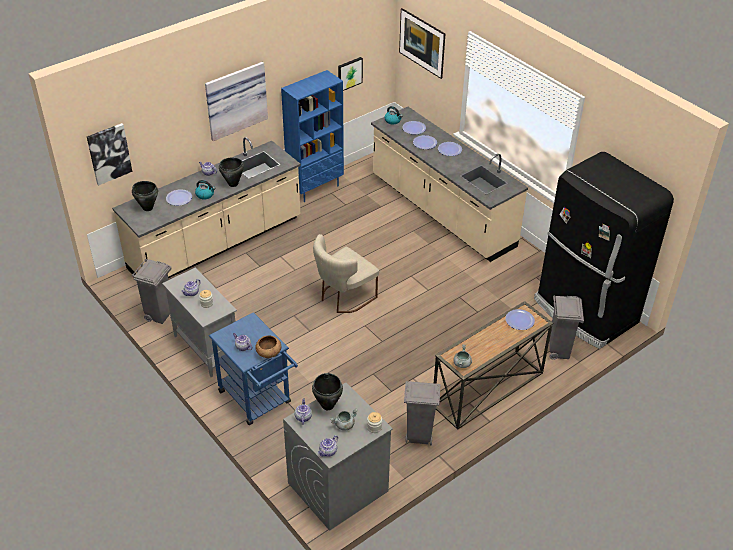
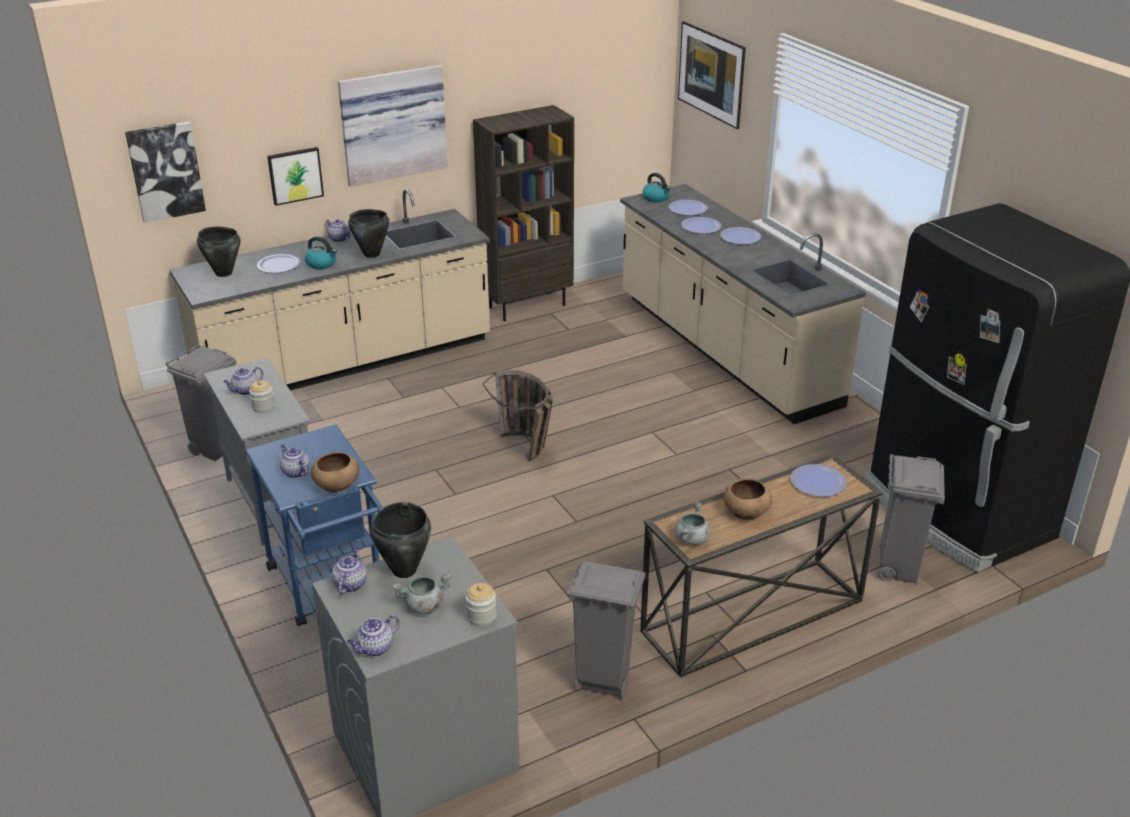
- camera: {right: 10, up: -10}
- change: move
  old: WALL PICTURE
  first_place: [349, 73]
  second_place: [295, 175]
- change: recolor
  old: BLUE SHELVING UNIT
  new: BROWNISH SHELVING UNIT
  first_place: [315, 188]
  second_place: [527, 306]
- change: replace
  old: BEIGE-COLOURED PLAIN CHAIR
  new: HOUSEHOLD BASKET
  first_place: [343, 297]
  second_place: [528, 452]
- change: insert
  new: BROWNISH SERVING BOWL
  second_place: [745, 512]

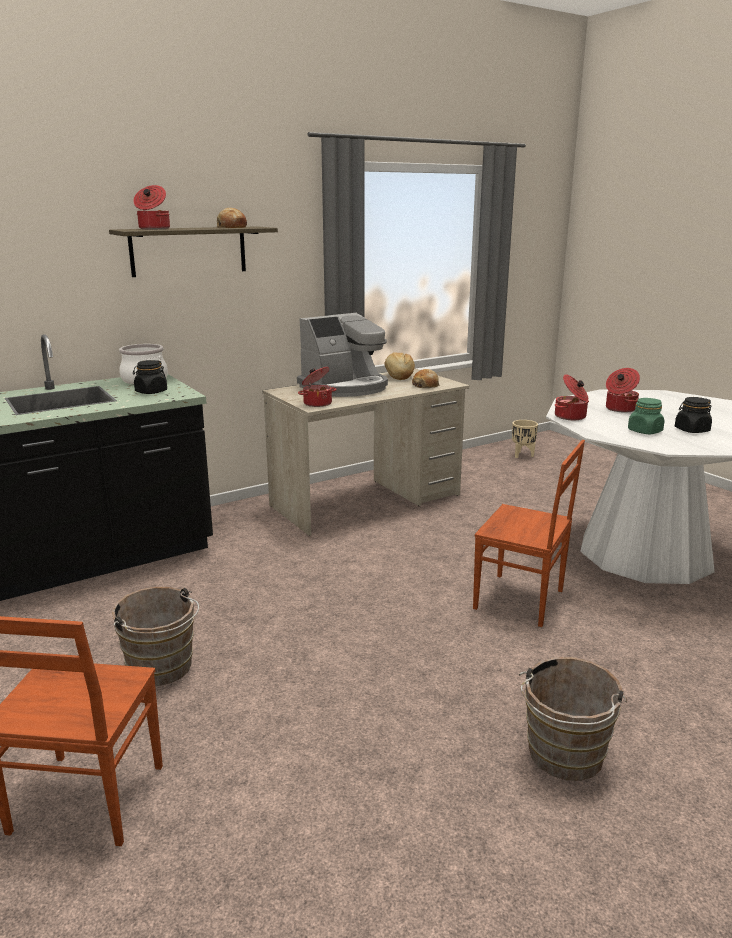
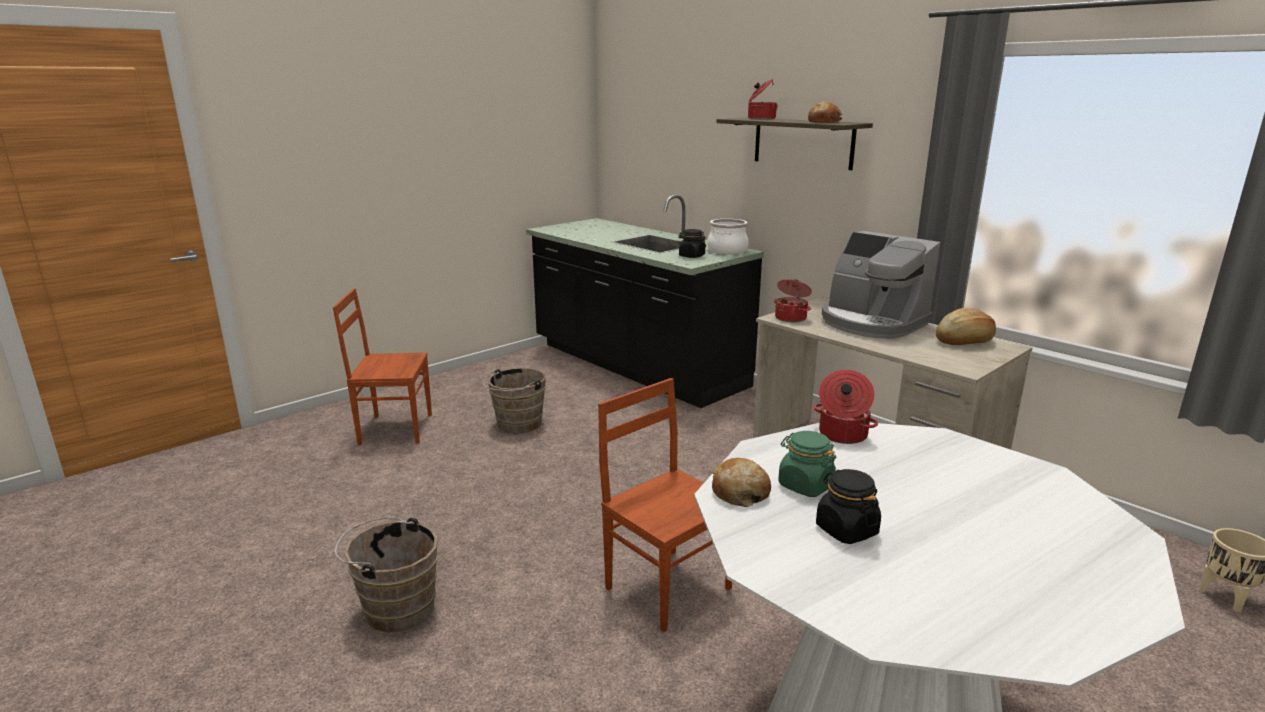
- camera: {right: 80, up: 0}
- change: delete
  old: SAUCEPOT
  first_place: [620, 409]
- change: move
  old: BREAD
  first_place: [425, 385]
  second_place: [740, 492]
- change: rotate
  old: BROWNISH PLAIN CHAIR
  first_place: [520, 600]
  second_place: [668, 586]
  degrees: 120

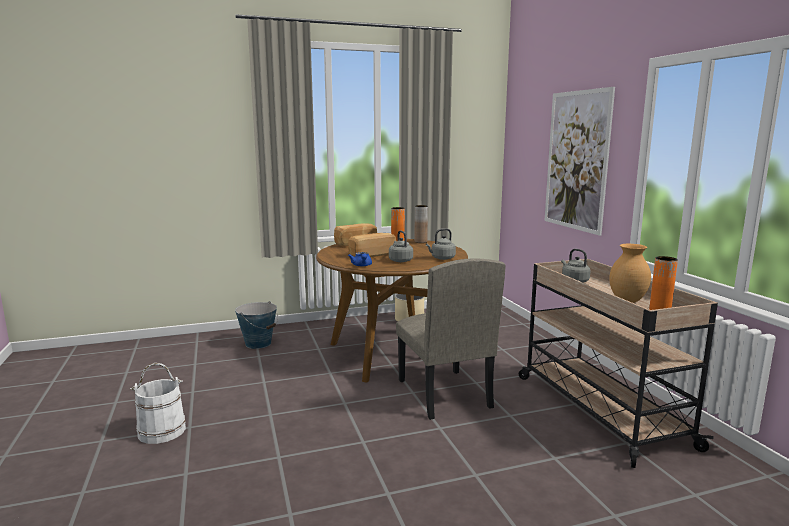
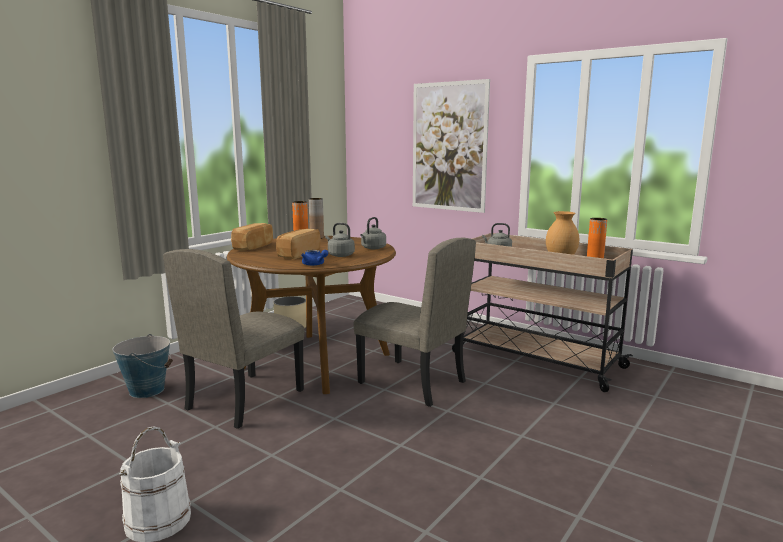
- camera: {right: -35, up: 0}
- change: insert
  new: BEIGE-COLOURED PLAIN CHAIR
  second_place: [245, 399]

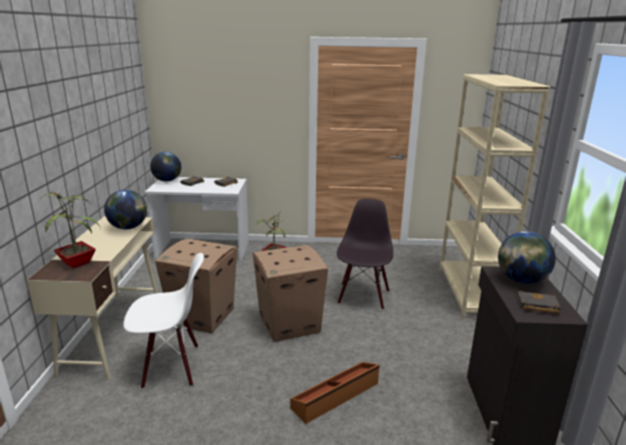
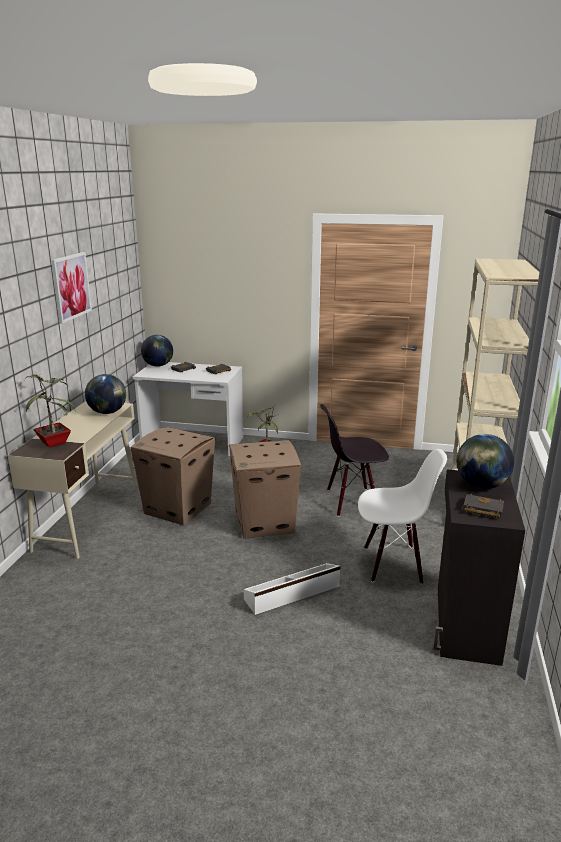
- camera: {right: 10, up: 0}
- change: rotate
  old: BLACK PLAIN CHAIR
  first_place: [362, 296]
  second_place: [352, 501]
  degrees: -120
- change: move
  old: WHITE PLAIN CHAIR
  first_place: [171, 367]
  second_place: [393, 564]
- change: recolor
  old: BROWNISH STORAGE BOX
  new: WHITE STORAGE BOX
  first_place: [336, 396]
  second_place: [293, 593]
- change: insert
  new: WALL PICTURE
  second_place: [71, 286]

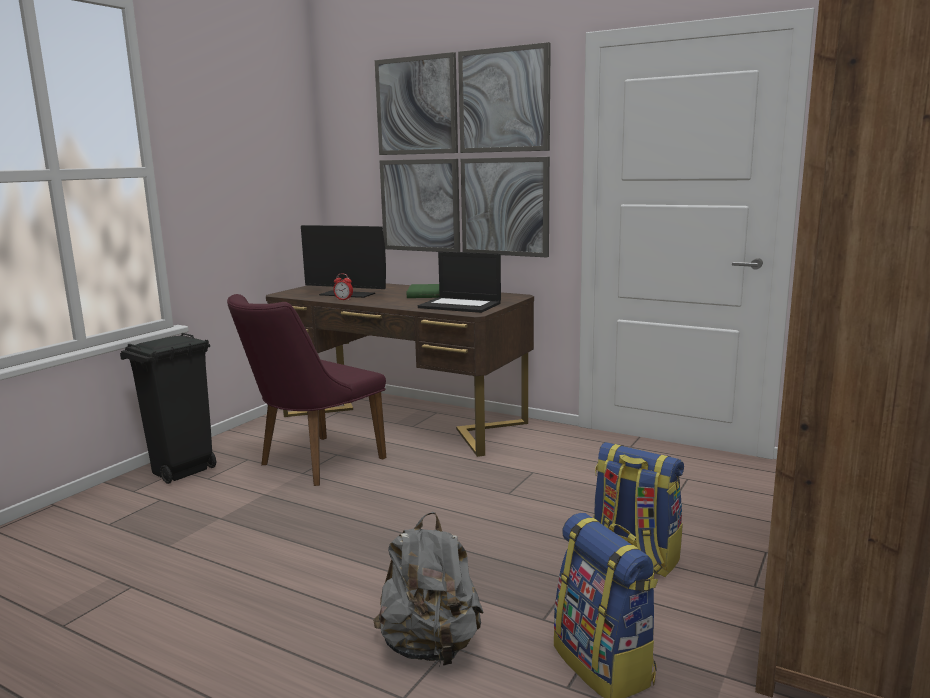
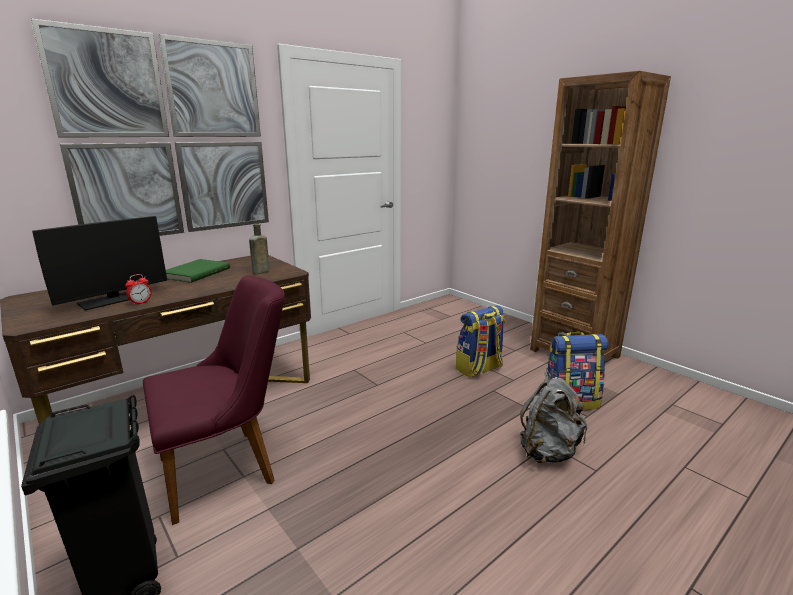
- camera: {right: -70, up: 5}
- change: replace
  old: LAPTOP
  new: BROWNISH DRINK BOTTLE
  first_place: [461, 305]
  second_place: [260, 272]
- change: rotate
  old: PURPLISH PLAIN CHAIR
  first_place: [312, 464]
  second_place: [229, 467]
  degrees: -90

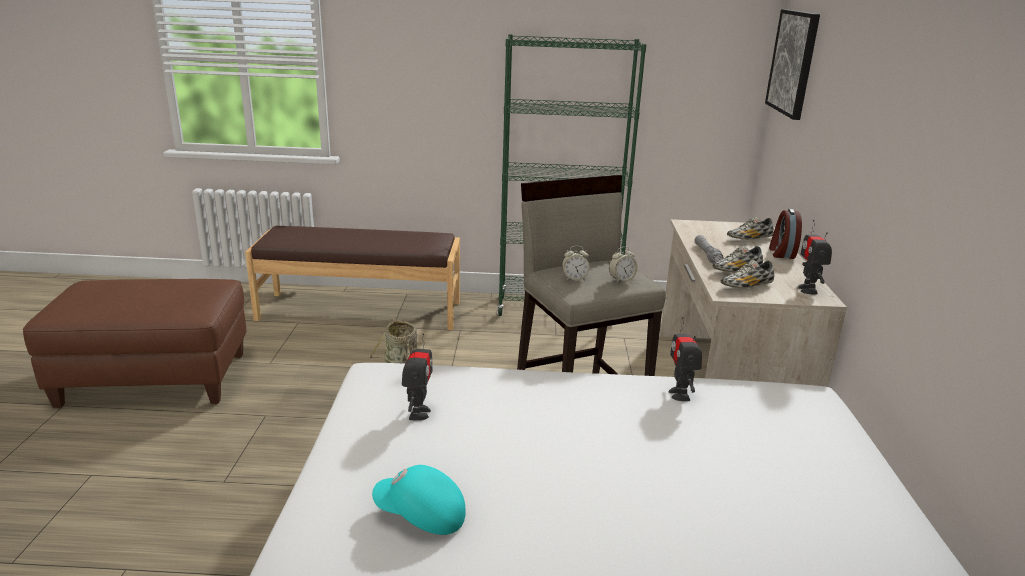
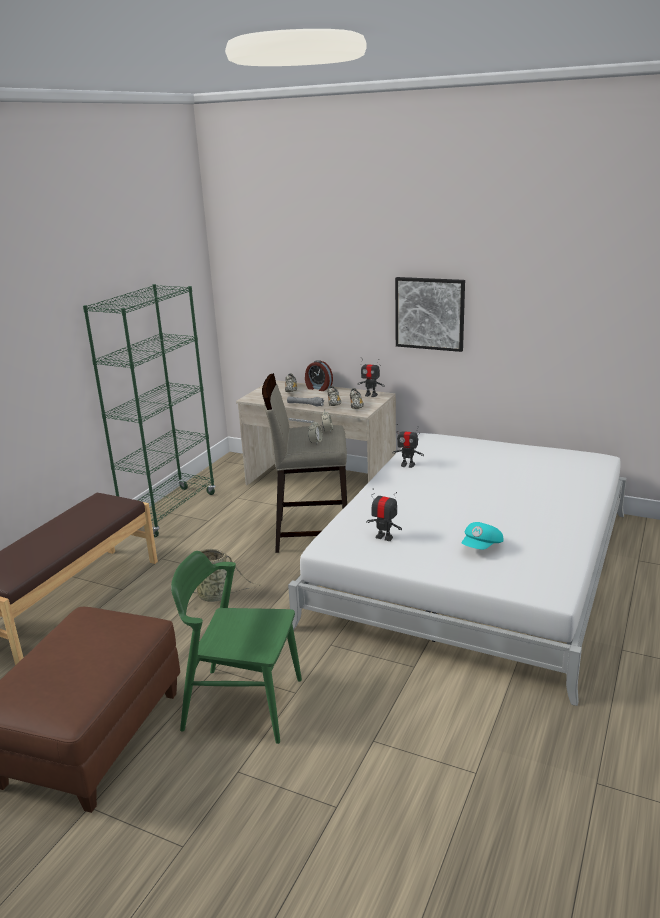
- camera: {right: -65, up: 0}
- change: move
  old: WALL PICTURE
  first_place: [793, 62]
  second_place: [430, 313]
- change: insert
  new: GREENISH PLAIN CHAIR
  second_place: [242, 704]

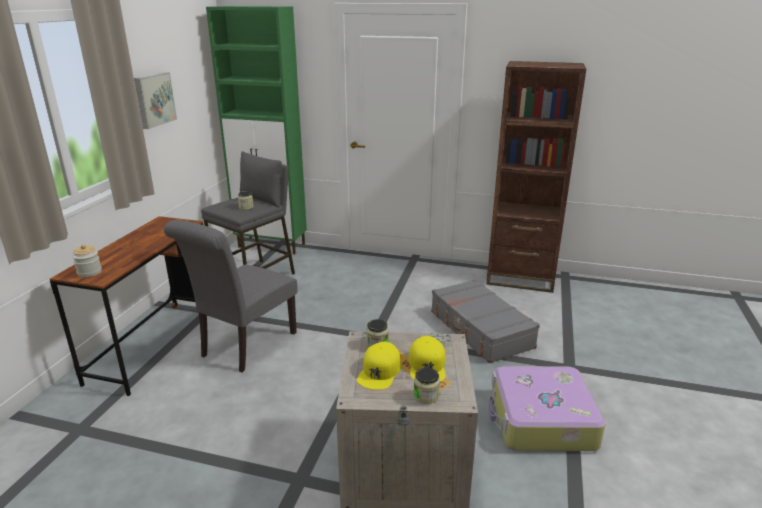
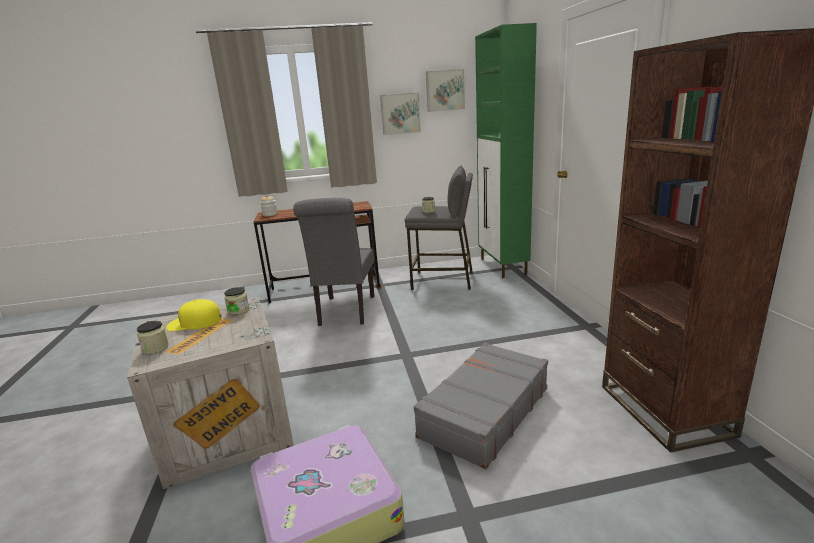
- camera: {right: 65, up: -5}
- change: rotate
  old: GRAY PLAIN CHAIR
  first_place: [244, 346]
  second_place: [345, 312]
  degrees: -90
- change: delete
  old: YELLOW CAP
  first_place: [427, 365]
- change: insert
  new: WALL PICTURE
  second_place: [444, 90]

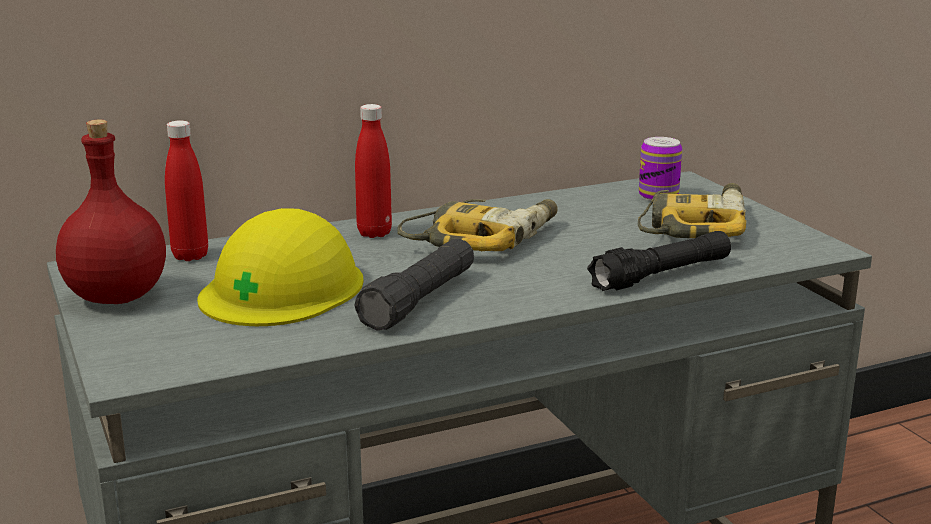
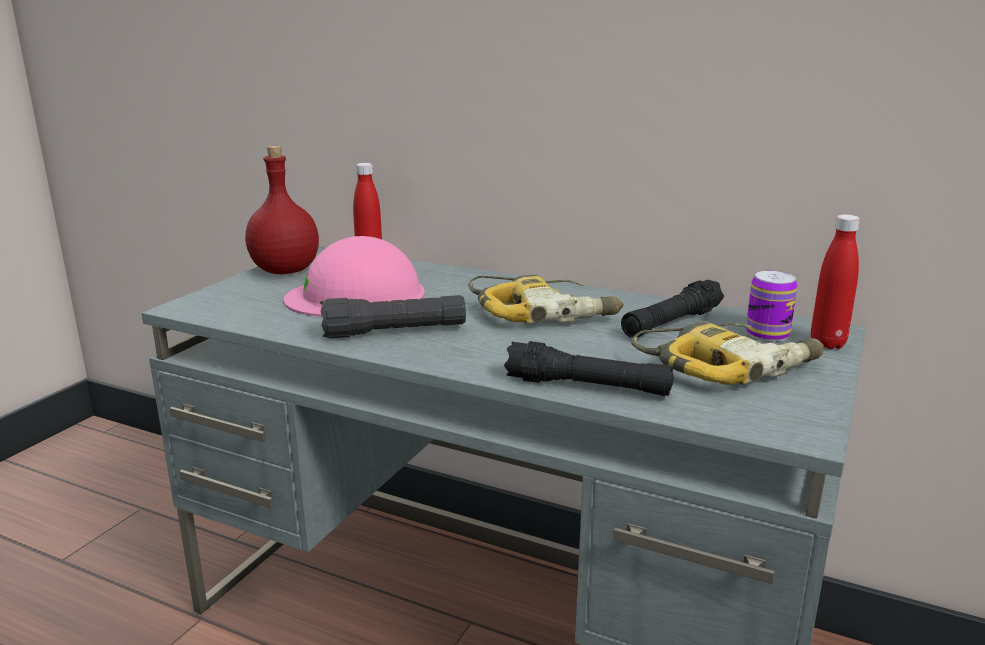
- camera: {right: 50, up: 0}
- change: move
  old: RED-COLOURED DRINK BOTTLE
  first_place: [374, 233]
  second_place: [827, 343]
- change: recolor
  old: YELLOW WORK HELMET
  new: PINK WORK HELMET
  first_place: [283, 288]
  second_place: [356, 296]
- change: insert
  new: BLACK TORCH
  second_place: [671, 323]

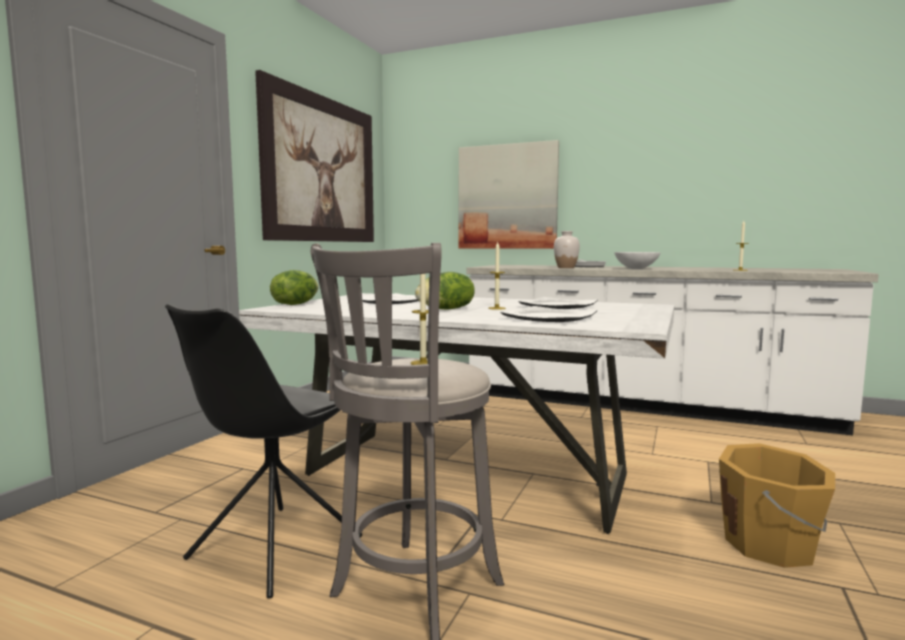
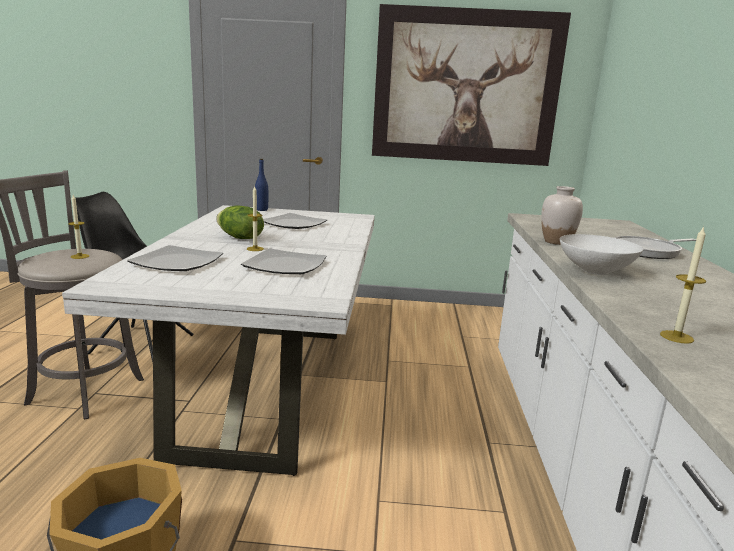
- camera: {right: 70, up: 10}
- change: delete
  old: WALL PICTURE
  first_place: [507, 197]
- change: replace
  old: LETTUCE HEAD
  new: BLUE DRINK BOTTLE
  first_place: [295, 304]
  second_place: [261, 209]

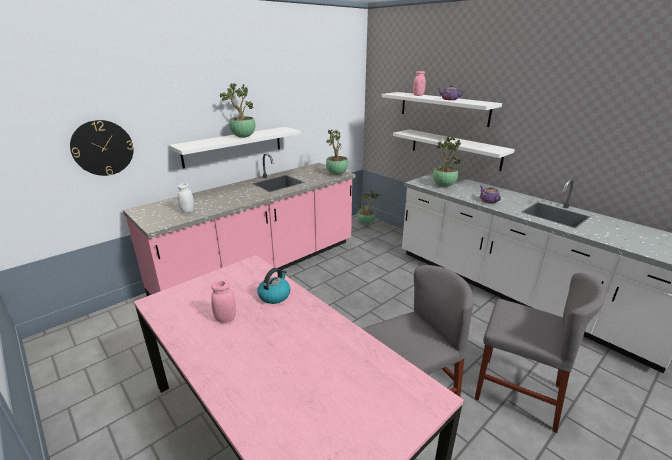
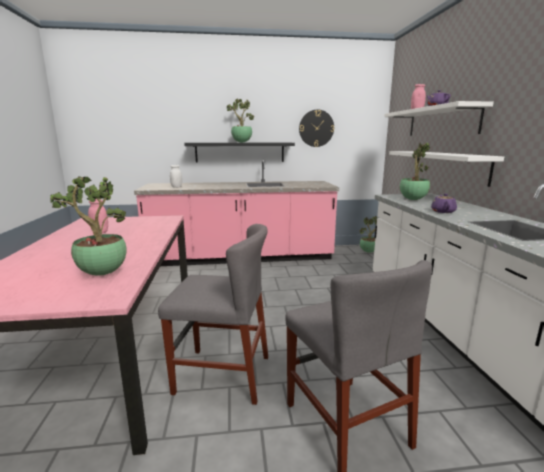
- camera: {right: 35, up: -10}
- change: move
  old: WALL CLOCK
  first_place: [102, 148]
  second_place: [316, 128]
- change: recolor
  old: WHITE WALL SHELF
  new: BLACK WALL SHELF
  first_place: [233, 146]
  second_place: [240, 152]
- change: move
  old: HOUSEPLANT
  first_place: [336, 174]
  second_place: [101, 274]
- change: delete
  old: TEA KETTLE
  first_place: [274, 295]

